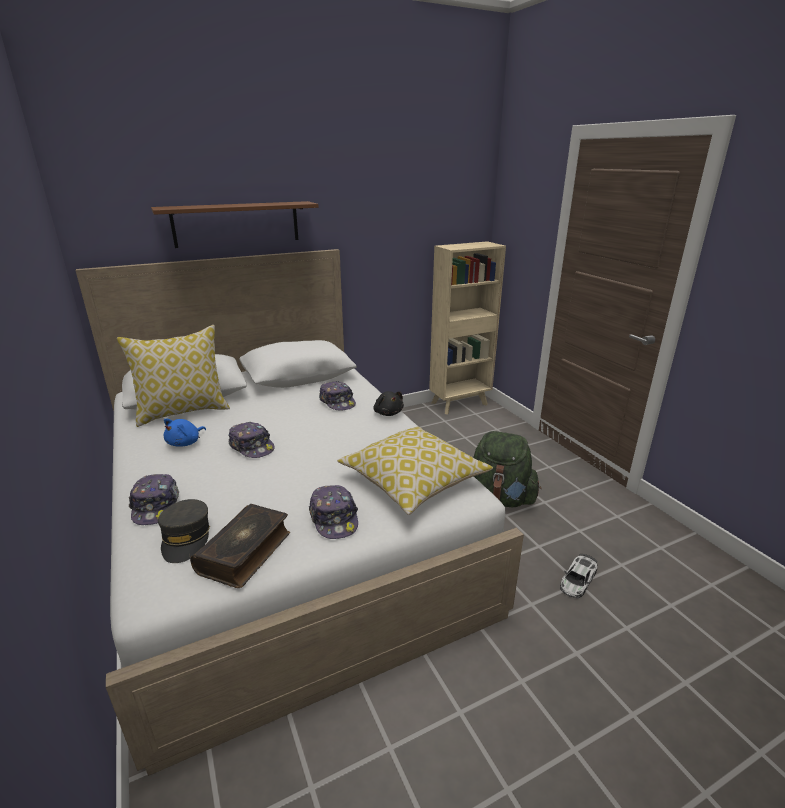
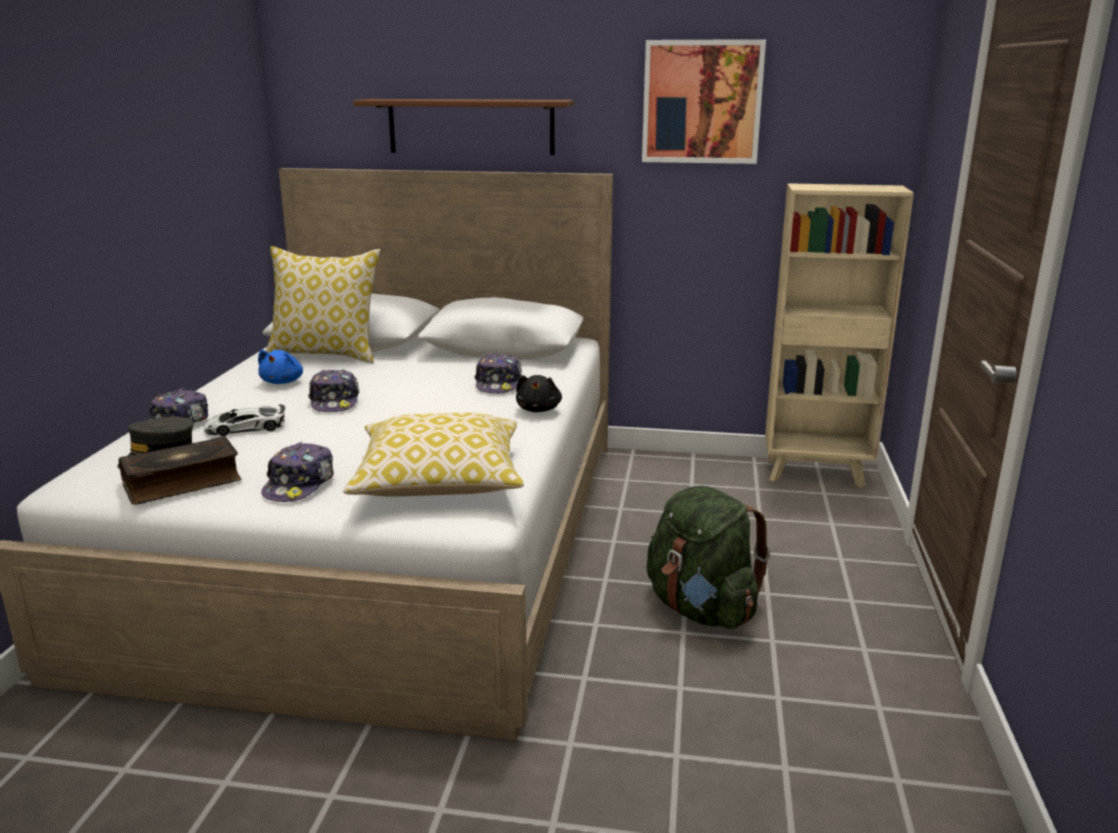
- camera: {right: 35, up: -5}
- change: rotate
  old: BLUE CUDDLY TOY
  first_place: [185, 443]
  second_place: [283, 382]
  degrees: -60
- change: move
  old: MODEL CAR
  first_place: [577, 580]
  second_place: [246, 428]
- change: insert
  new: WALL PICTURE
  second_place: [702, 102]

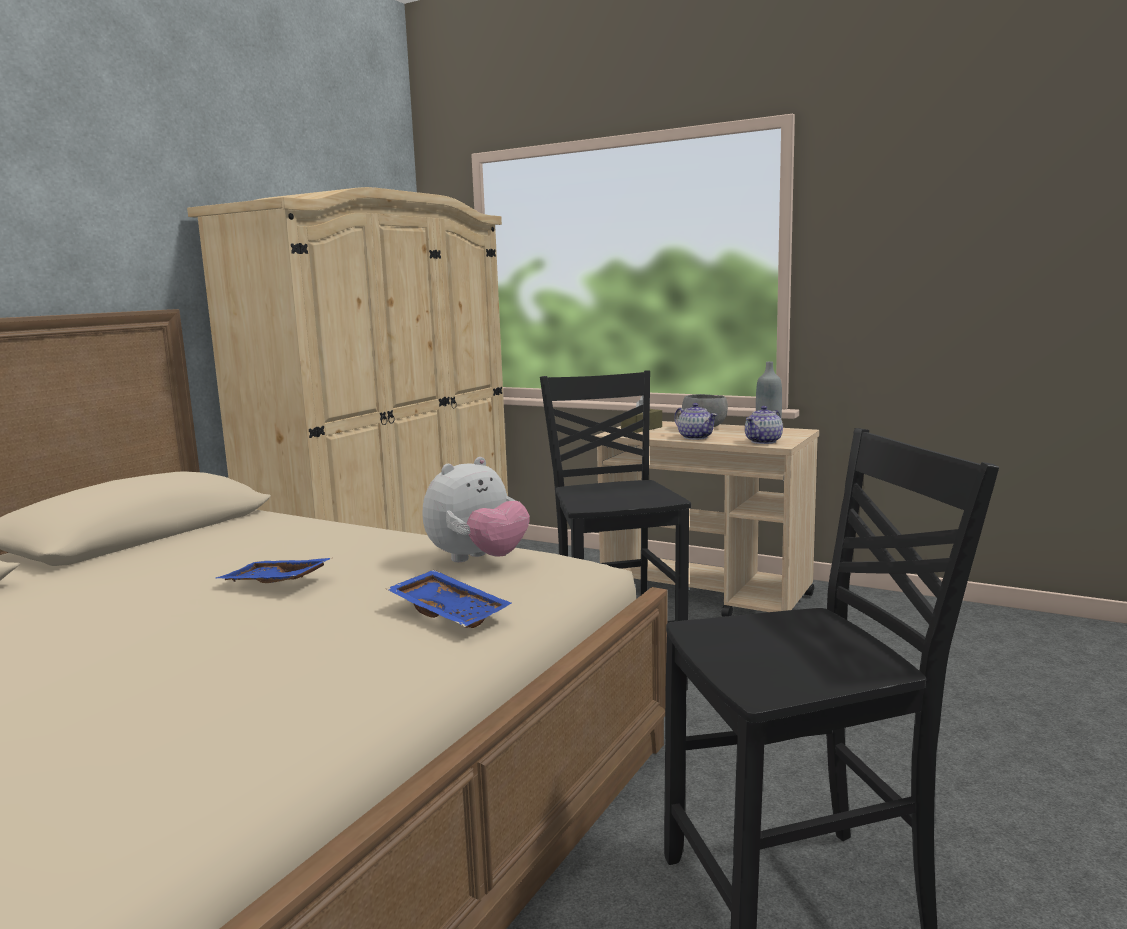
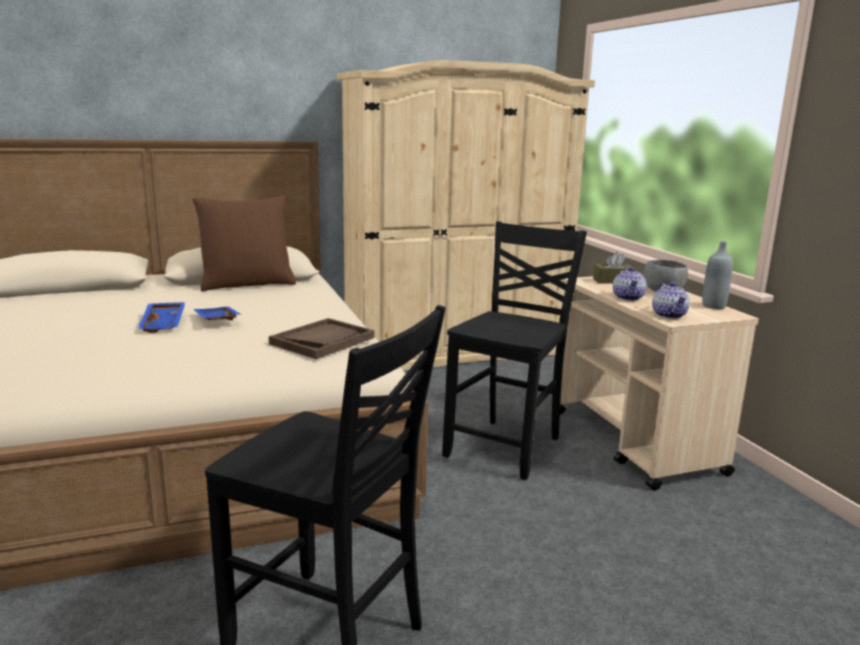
- camera: {right: 40, up: 5}
- change: rotate
  old: TEA POT
  first_place: [764, 441]
  second_place: [669, 315]
  degrees: -90
- change: replace
  old: CUDDLY TOY
  new: BROWNISH TRAY
  first_place: [478, 560]
  second_place: [322, 341]
- change: move
  old: BLUE TRAY
  first_place: [451, 611]
  second_place: [164, 324]
- change: insert
  new: BROWNISH CUSHION
  second_place: [247, 284]

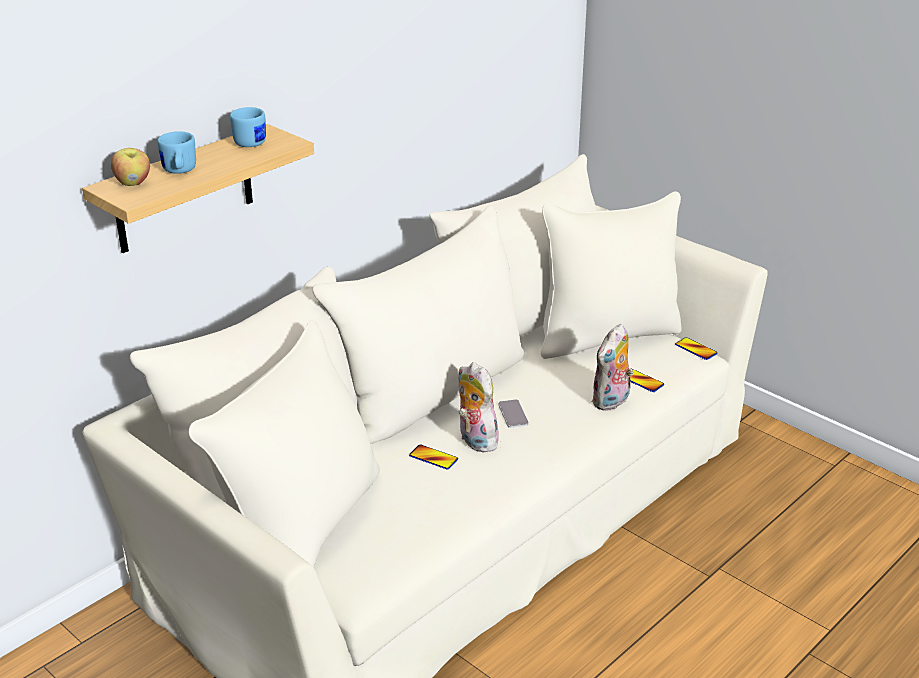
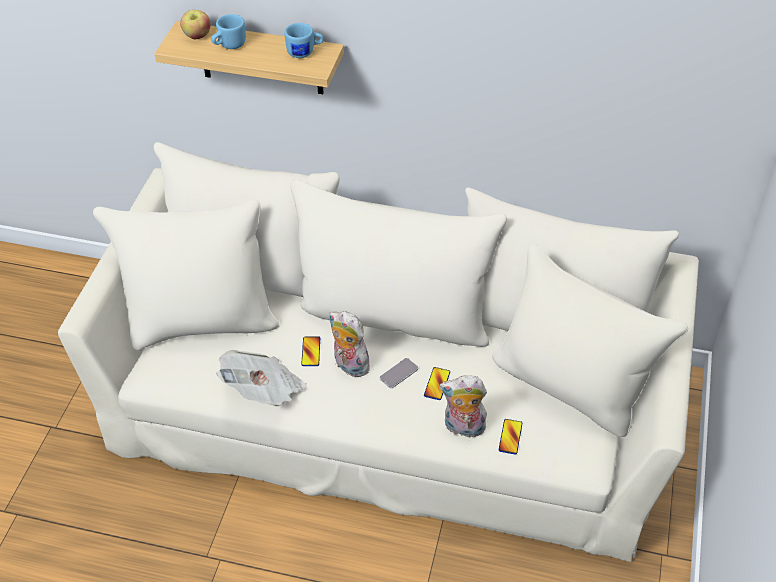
- camera: {right: 60, up: 15}
- change: move
  old: HANDSET
  first_place: [696, 349]
  second_place: [437, 384]
- change: rotate
  old: CUDDLY TOY
  first_place: [474, 440]
  second_place: [348, 365]
  degrees: -75
- change: insert
  new: NEWSPAPER
  second_place: [264, 391]

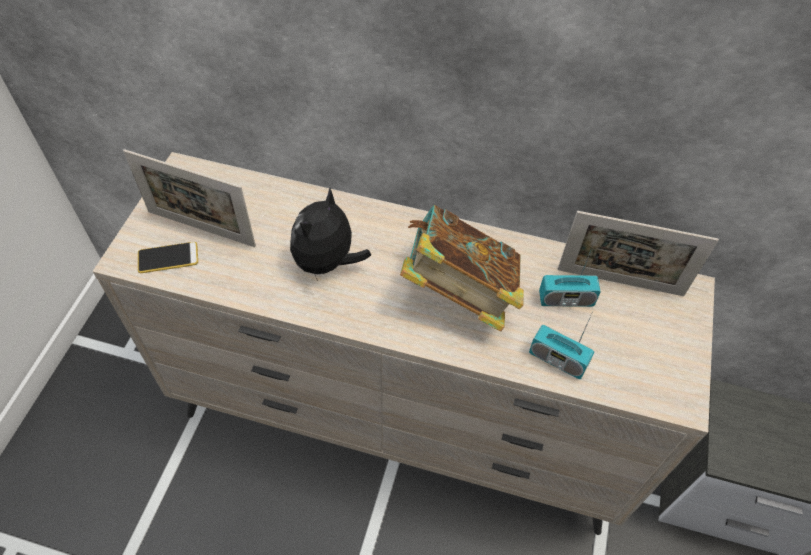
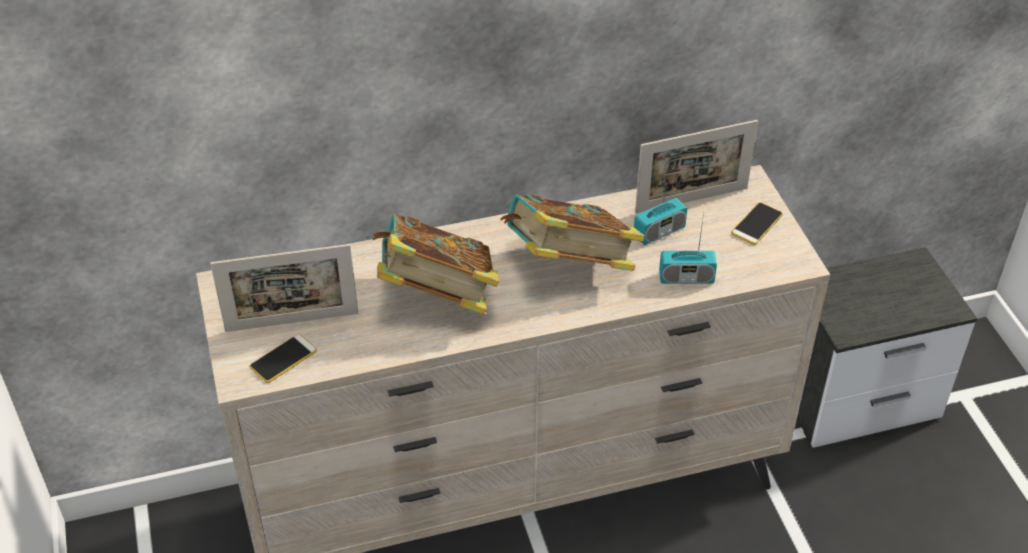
- camera: {right: -30, up: -10}
- change: replace
  old: CUDDLY TOY
  new: BOOK
  first_place: [327, 263]
  second_place: [436, 296]
- change: insert
  new: HANDSET
  second_place: [757, 224]

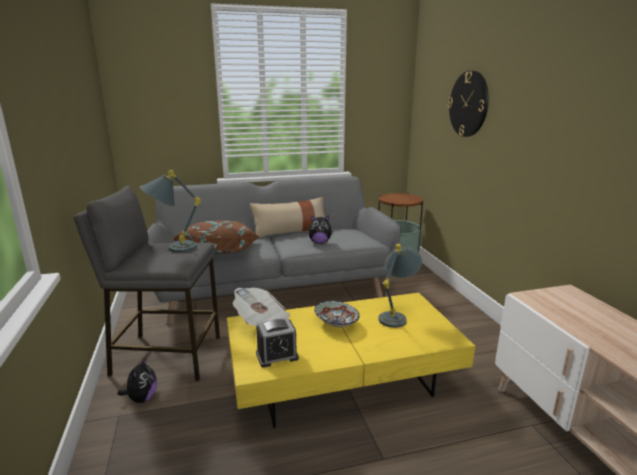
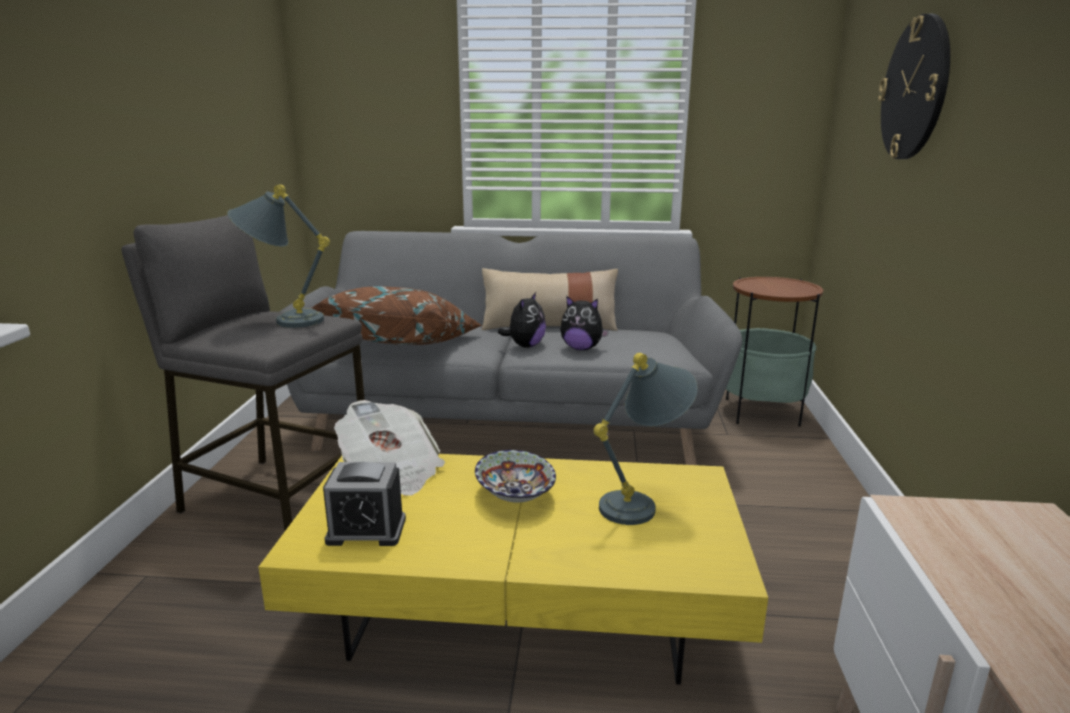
- camera: {right: 20, up: 0}
- change: move
  old: CUDDLY TOY
  first_place: [142, 398]
  second_place: [525, 346]

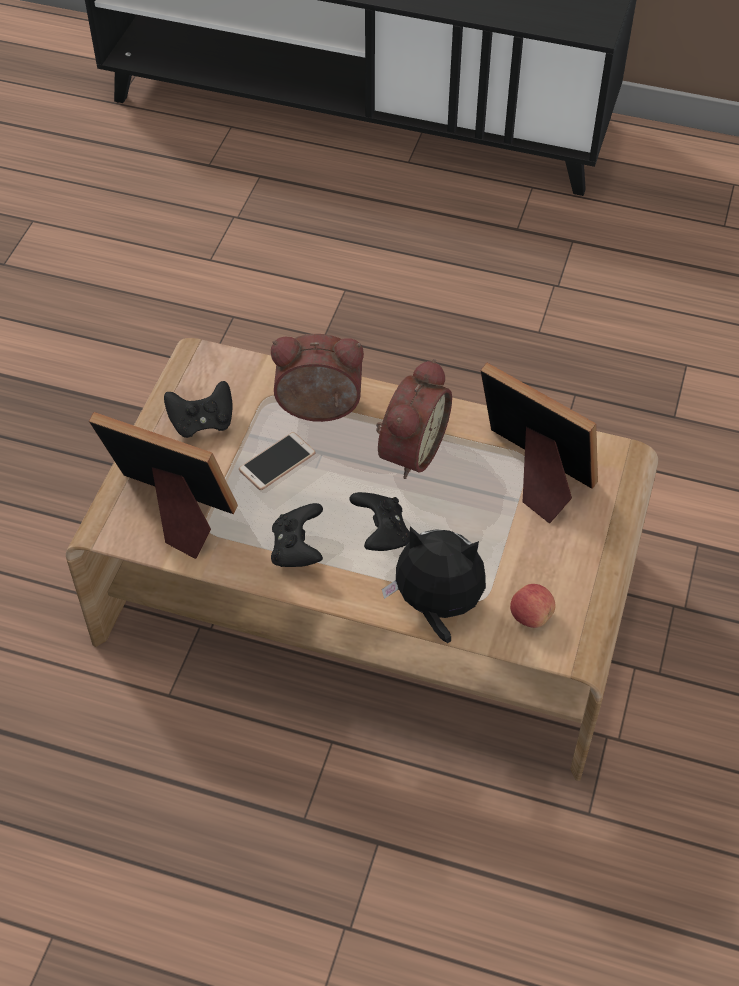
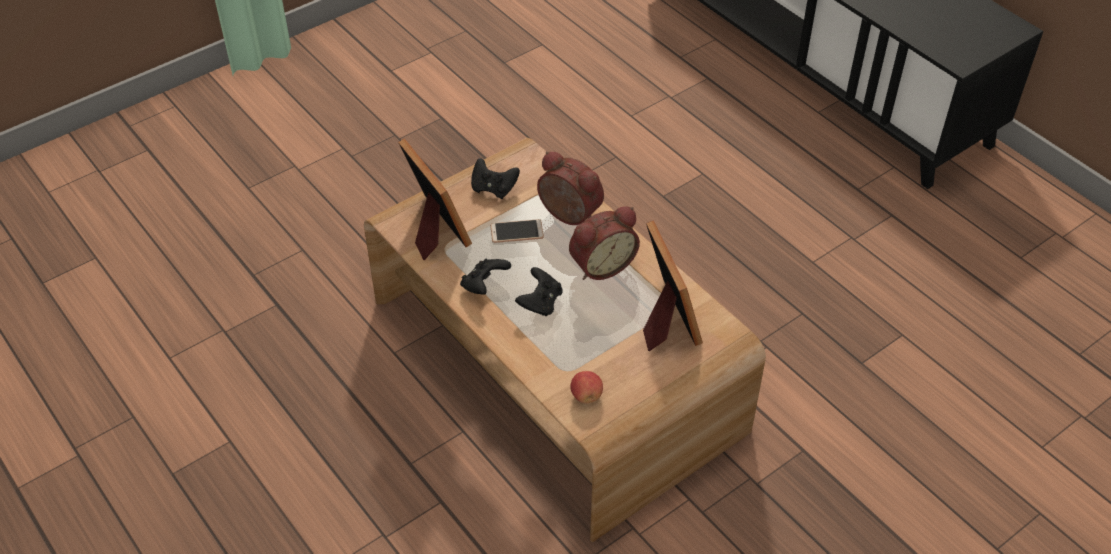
- camera: {right: 35, up: -5}
- change: delete
  old: CUDDLY TOY
  first_place: [437, 607]

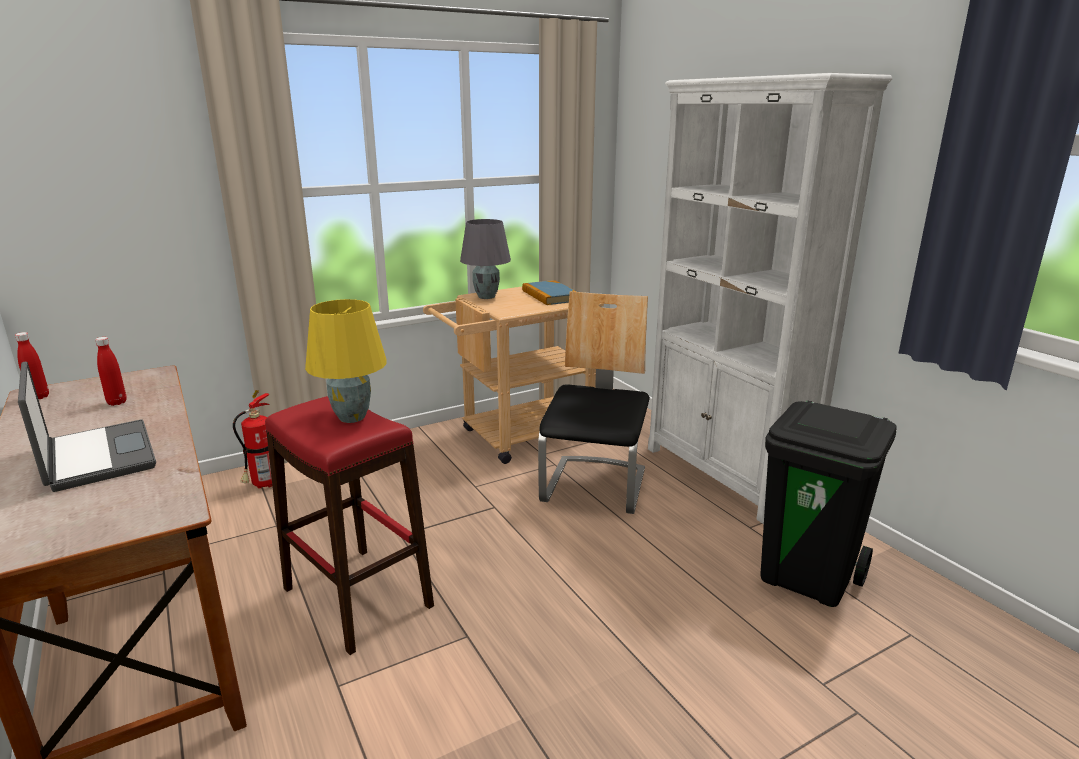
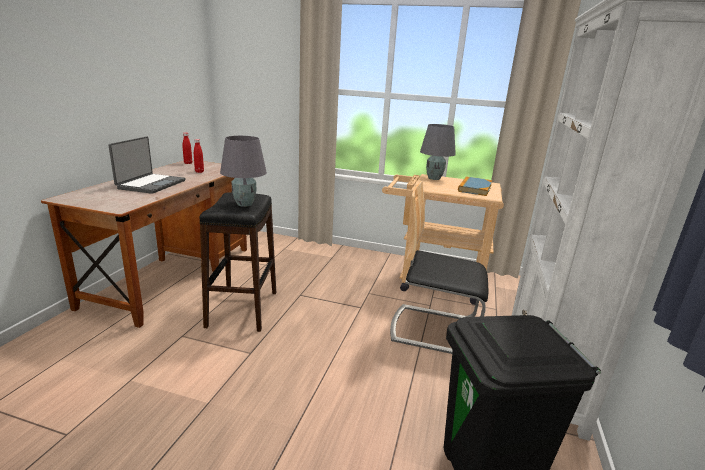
- camera: {right: 45, up: 0}
- change: rotate
  old: PLAIN CHAIR
  first_place: [595, 486]
  second_place: [434, 329]
  degrees: -135
- change: recolor
  old: YELLOW TABLE LAMP
  new: GRAY TABLE LAMP
  first_place: [353, 417]
  second_place: [245, 204]
- change: delete
  old: EXTINGUISHER
  first_place: [263, 486]
- change: recolor
  old: RED-COLOURED SITTING STOOL
  new: BLACK SITTING STOOL
  first_place: [358, 597]
  second_place: [243, 309]

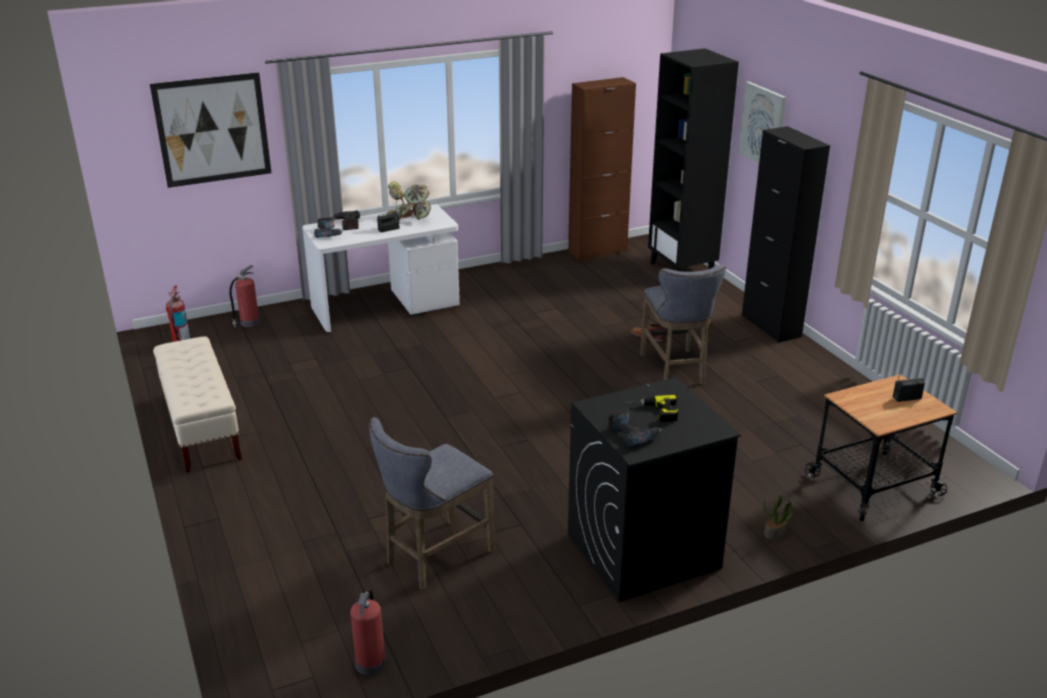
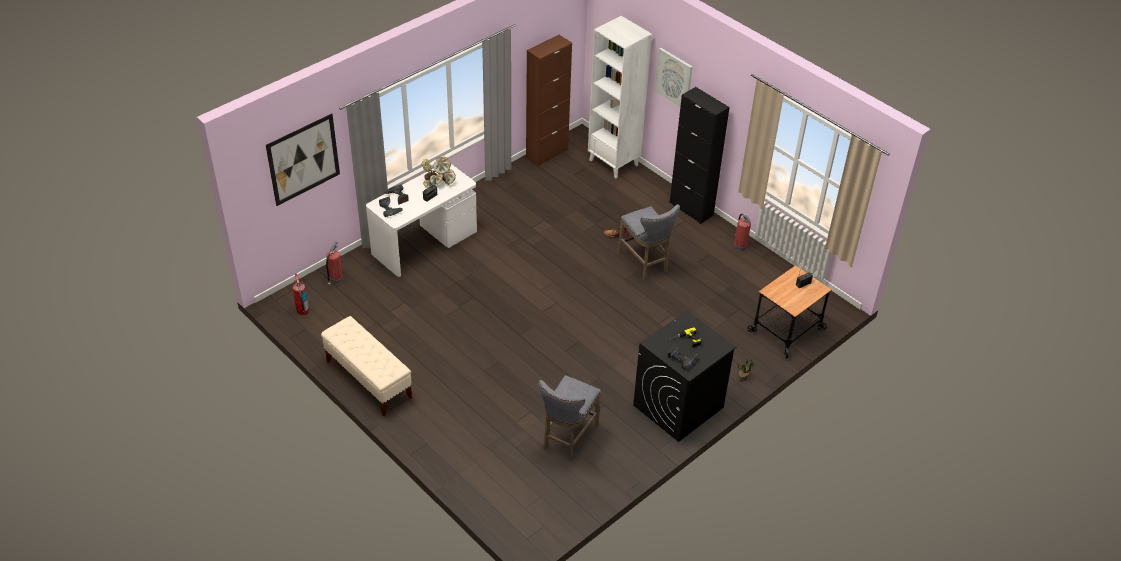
- camera: {right: -20, up: 15}
- change: recolor
  old: BLACK SHELVING UNIT
  new: WHITE SHELVING UNIT
  first_place: [682, 269]
  second_place: [614, 162]
- change: move
  old: EXTINGUISHER
  first_place: [371, 662]
  second_place: [740, 245]

